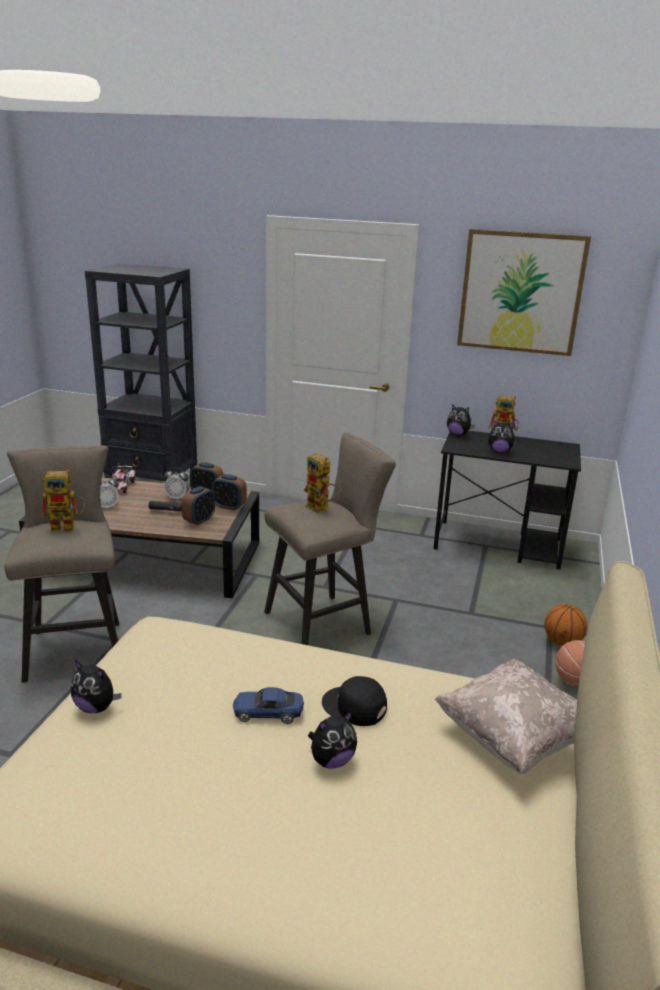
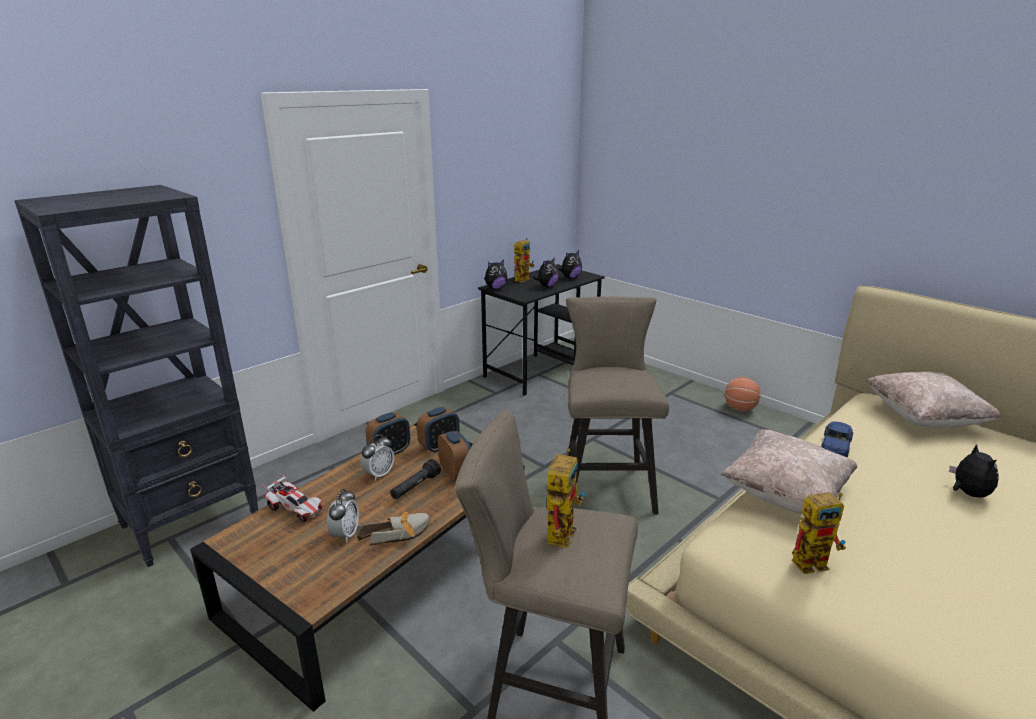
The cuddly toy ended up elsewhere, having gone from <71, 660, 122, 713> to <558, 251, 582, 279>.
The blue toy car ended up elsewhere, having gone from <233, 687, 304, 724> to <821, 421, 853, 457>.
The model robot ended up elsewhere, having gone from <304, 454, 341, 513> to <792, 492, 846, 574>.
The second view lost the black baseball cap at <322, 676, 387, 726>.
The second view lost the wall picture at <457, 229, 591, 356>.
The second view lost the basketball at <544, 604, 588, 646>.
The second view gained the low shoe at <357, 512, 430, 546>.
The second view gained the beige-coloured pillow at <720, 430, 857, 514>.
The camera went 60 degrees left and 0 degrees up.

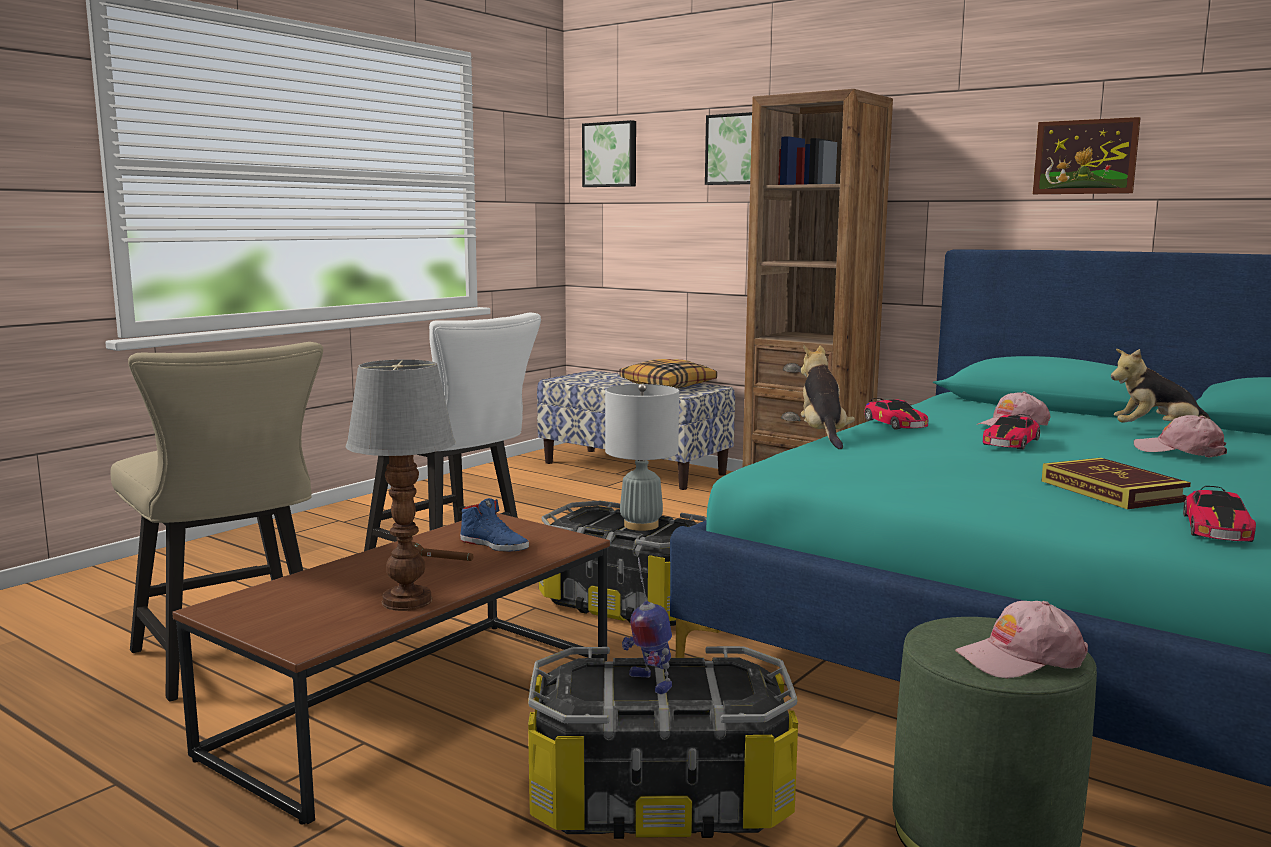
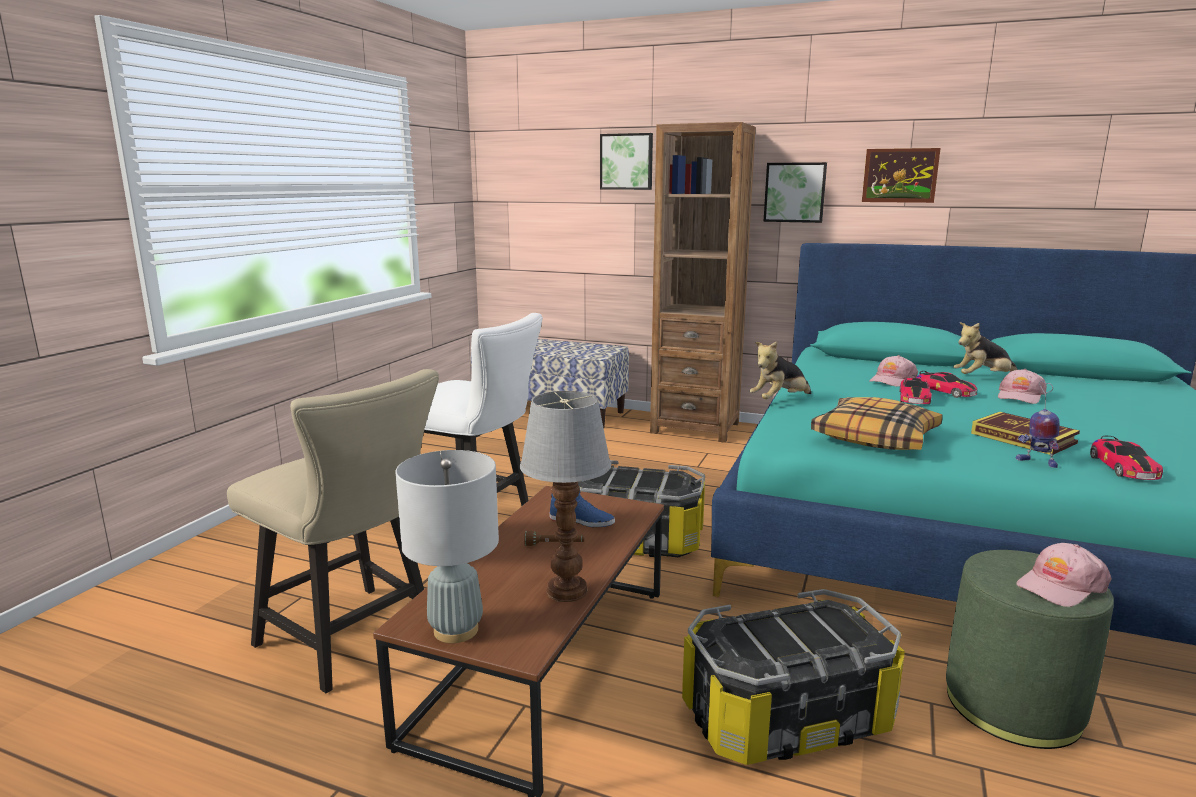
The wall picture ended up elsewhere, having gone from <582, 120, 636, 187> to <763, 162, 827, 223>.
The greyish table lamp ended up elsewhere, having gone from <605, 383, 679, 531> to <395, 450, 499, 643>.
The pillow ended up elsewhere, having gone from <619, 359, 717, 388> to <811, 397, 943, 450>.
The model robot ended up elsewhere, having gone from <622, 557, 672, 694> to <1015, 381, 1060, 468>.
The cuddly toy at <801, 345, 855, 449> ended up facing another way, 105 degrees counterclockwise from before.
The toy car ended up elsewhere, having gone from <864, 398, 928, 430> to <916, 371, 977, 398>.
The pinkish baseball cap at <1134, 415, 1227, 458> ended up facing another way, 75 degrees counterclockwise from before.
The camera went 15 degrees left and 5 degrees up.

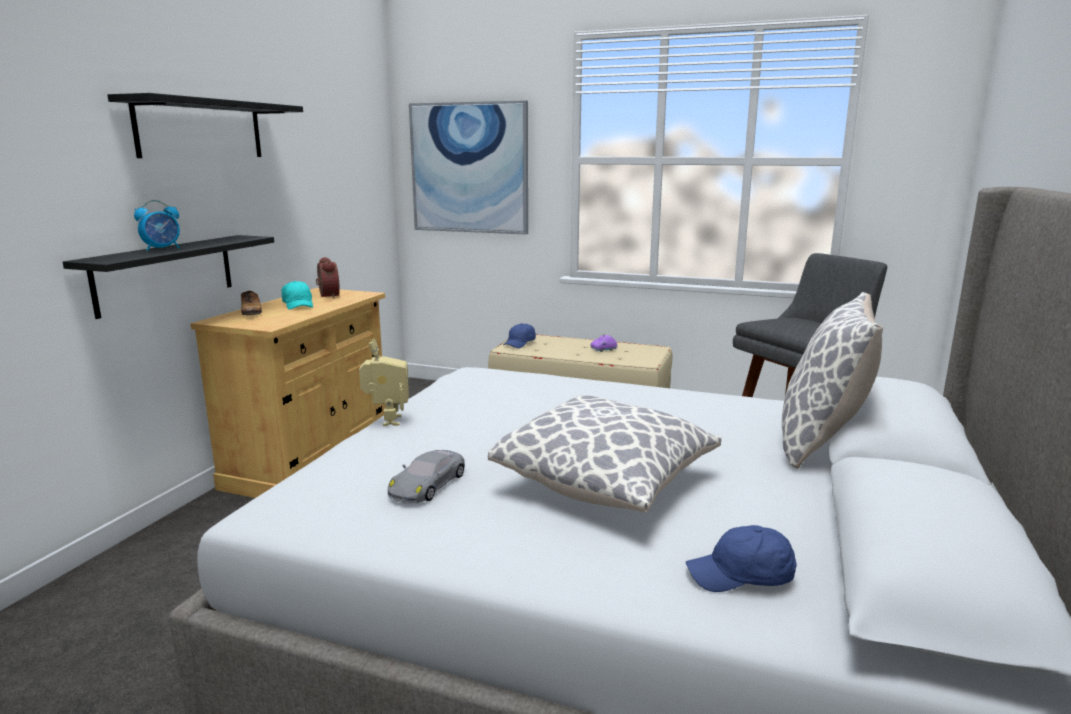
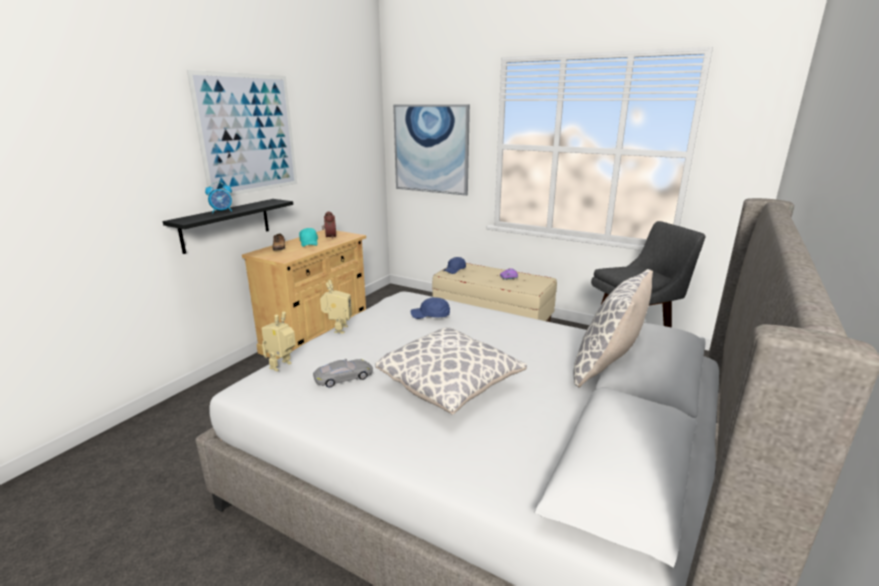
Where the black shelf hung at <108, 93, 303, 158>, the wall picture came to hang at <187, 70, 297, 196>.
The greyish toy car at <388, 450, 465, 503> ended up facing another way, 150 degrees counterclockwise from before.
The blue baseball cap ended up elsewhere, having gone from <686, 525, 797, 592> to <411, 297, 450, 319>.
The second view gained the model robot at <262, 312, 296, 372>.
The camera went 10 degrees right and 5 degrees up.

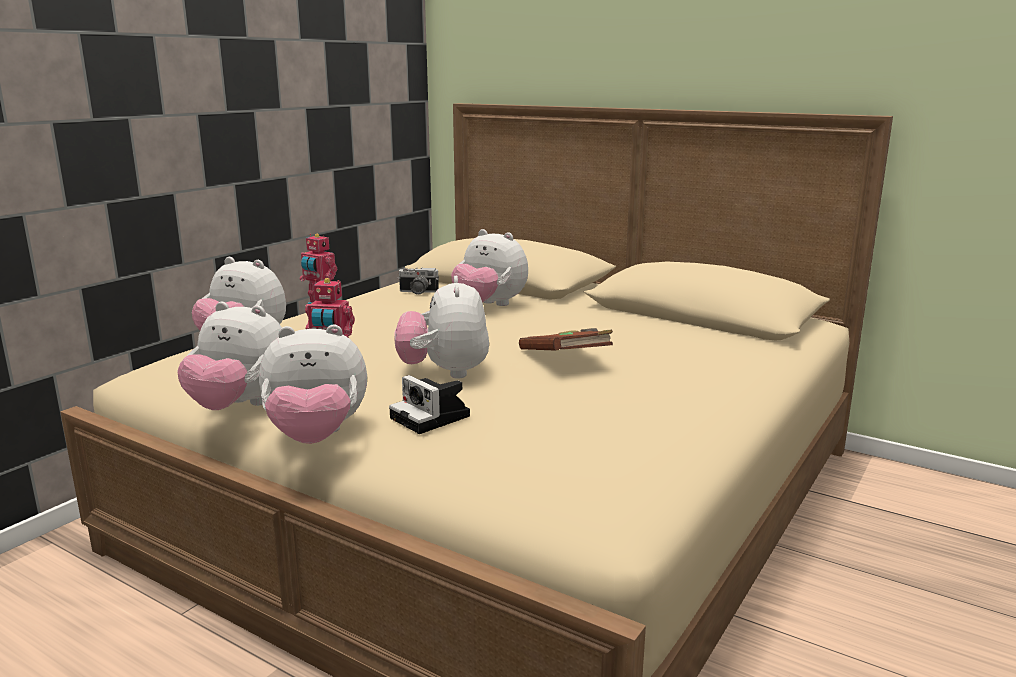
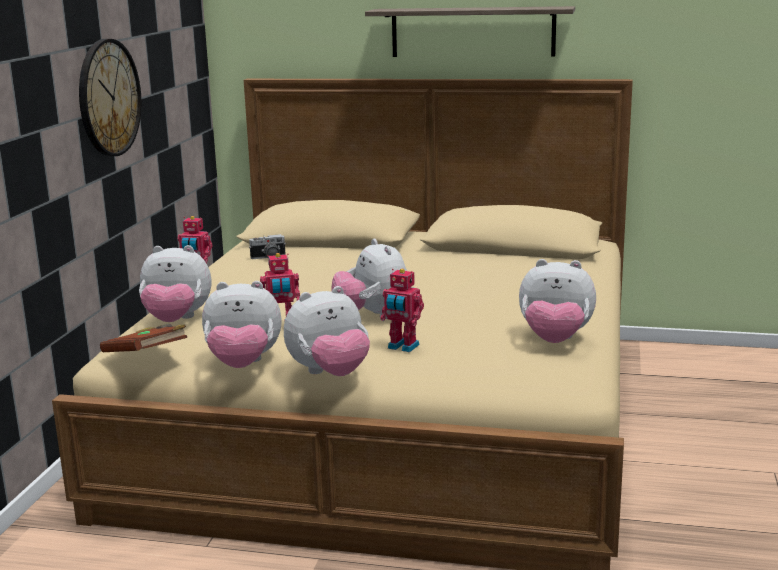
Where the still camera stood at <389, 375, 470, 434>, the model robot came to stand at <380, 269, 424, 352>.
The cuddly toy ended up elsewhere, having gone from <451, 229, 528, 306> to <519, 259, 596, 343>.
The brown book ended up elsewhere, having gone from <519, 328, 613, 351> to <100, 324, 187, 352>.
The second view gained the wall clock at <79, 39, 141, 156>.
The second view gained the shelf at <365, 6, 575, 57>.
The camera went 20 degrees left and 0 degrees up.

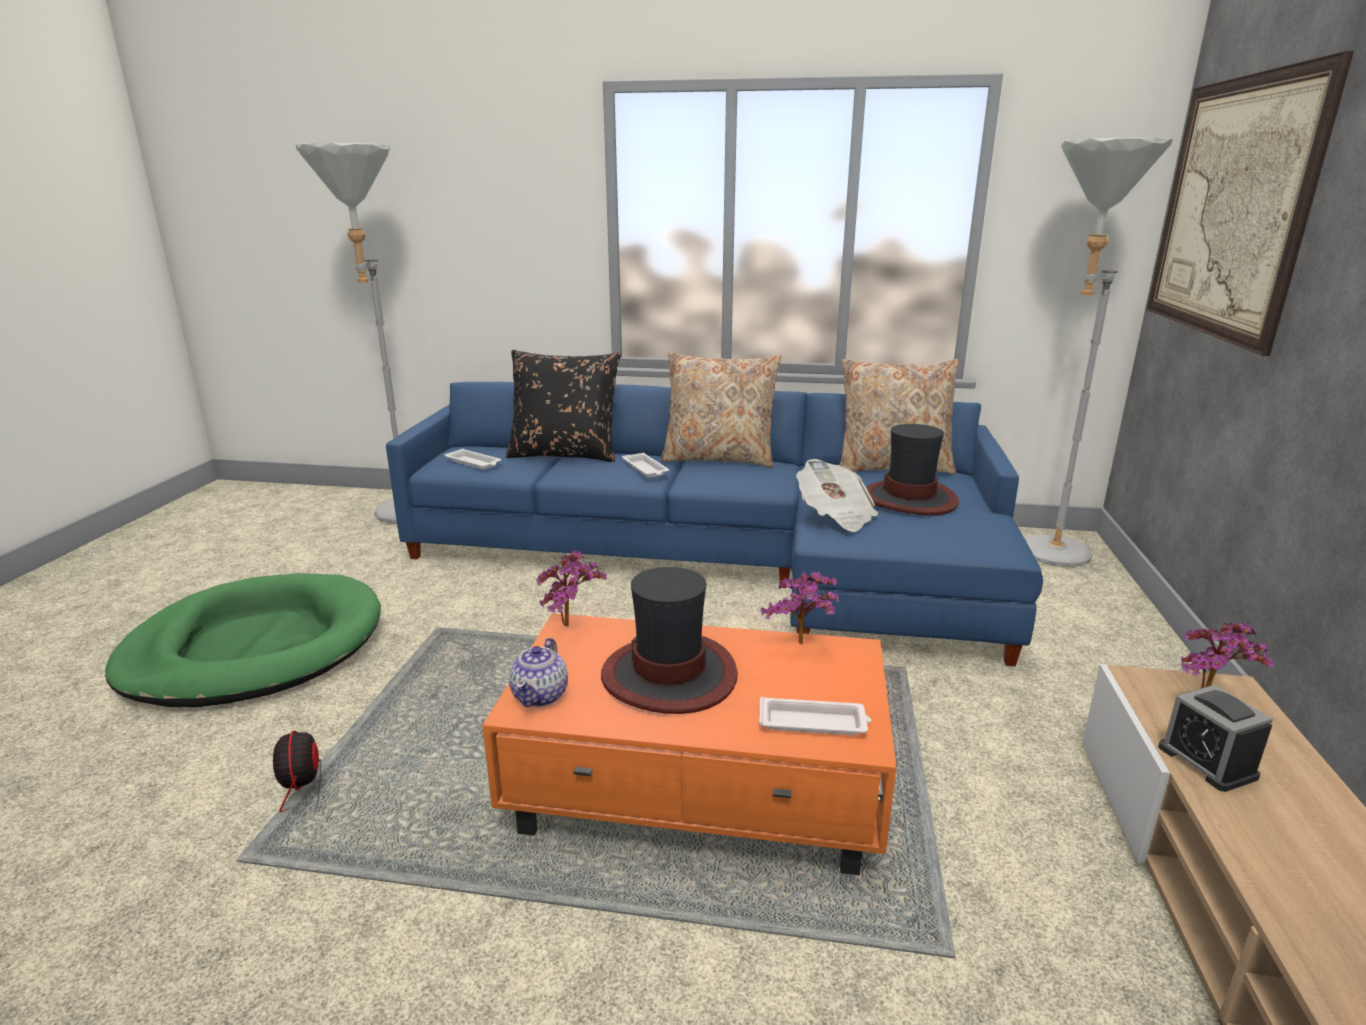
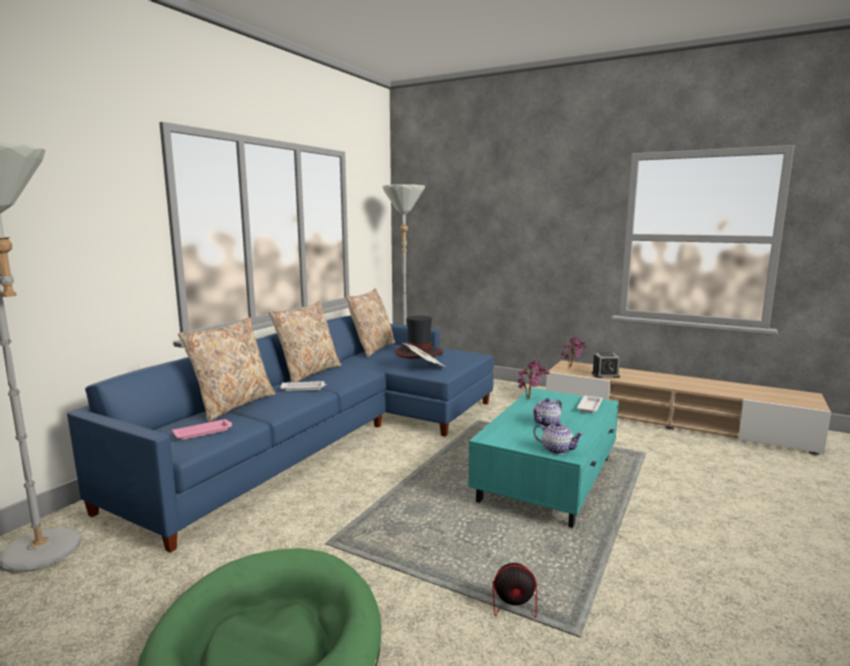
What was the white carrying tray at <444, 448, 502, 470> turned into the pinkish carrying tray at <172, 419, 232, 440>.
What was the orange lounge table at <482, 613, 896, 875> turned into the turquoise lounge table at <468, 388, 619, 528>.
What was the black pillow at <506, 350, 621, 462> turned into the beige-coloured pillow at <178, 317, 276, 422>.
The second view lost the plant in a pot at <536, 550, 607, 626>.
Where the wearable hat stood at <601, 567, 738, 714>, the pot for tea came to stand at <532, 398, 562, 427>.
The second view lost the wall picture at <1147, 51, 1354, 356>.
The camera went 70 degrees left and 10 degrees down.

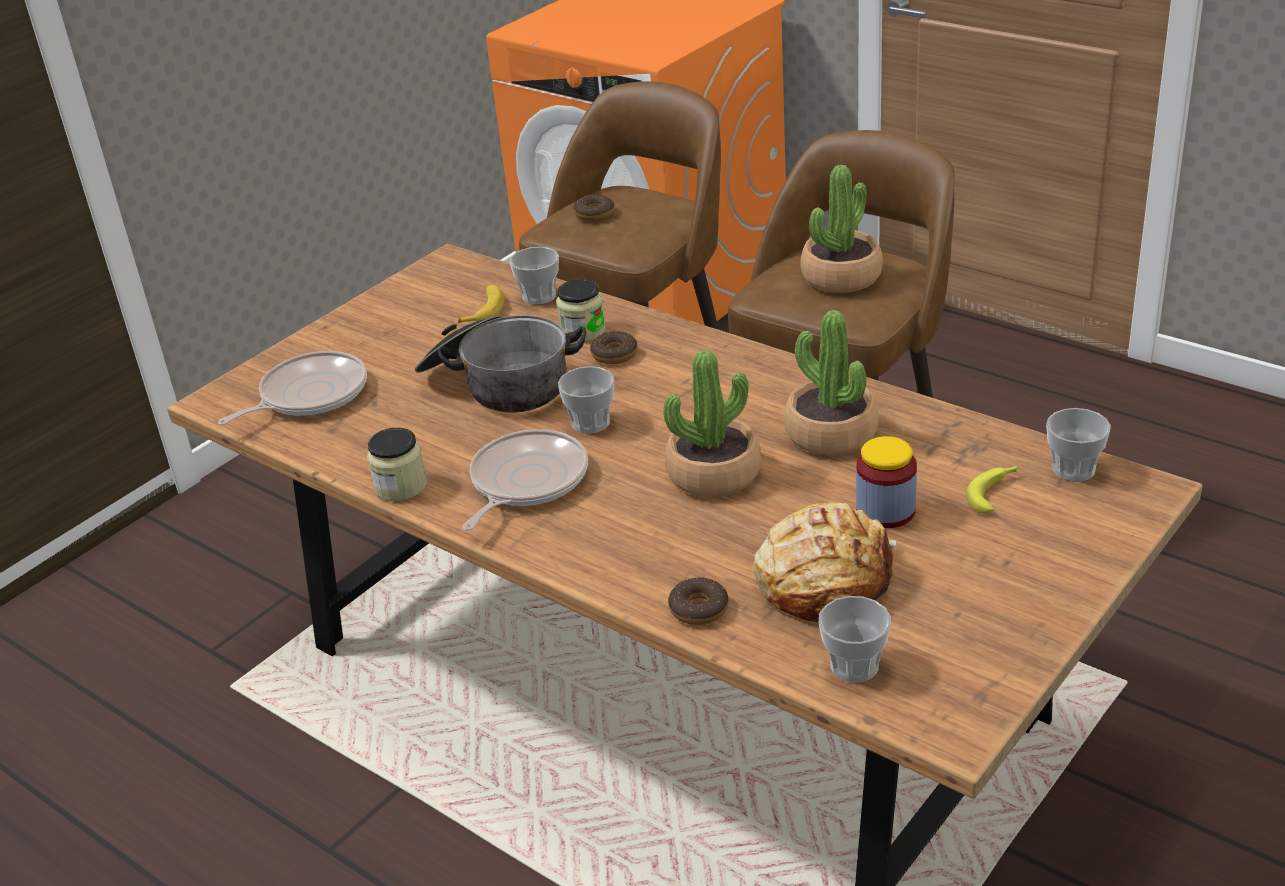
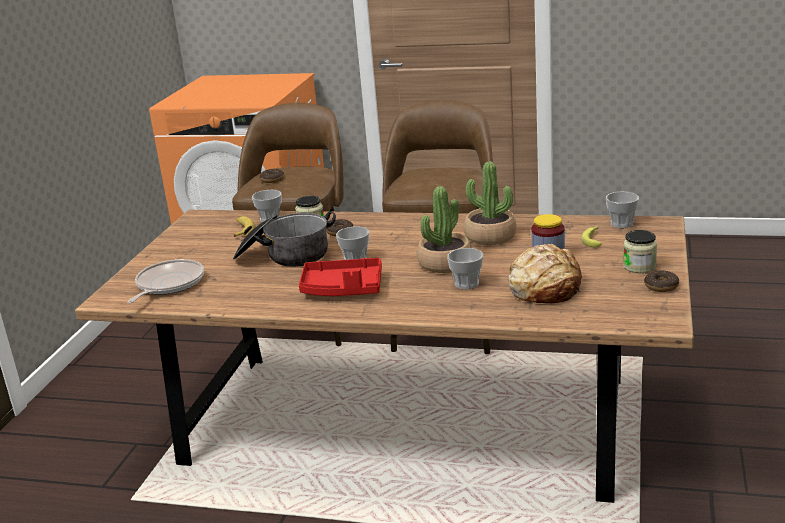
The jar ended up elsewhere, having gone from <367, 428, 427, 501> to <623, 230, 657, 273>.
Where the skillet stood at <463, 429, 588, 531>, the reddish carrying tray came to stand at <299, 258, 382, 296>.
The doughnut ended up elsewhere, having gone from <668, 578, 728, 625> to <644, 270, 679, 292>.
The second view lost the plant in a pot at <800, 165, 883, 293>.
The cup ended up elsewhere, having gone from <819, 596, 891, 683> to <447, 248, 483, 289>.
The camera went 25 degrees left and 10 degrees down.

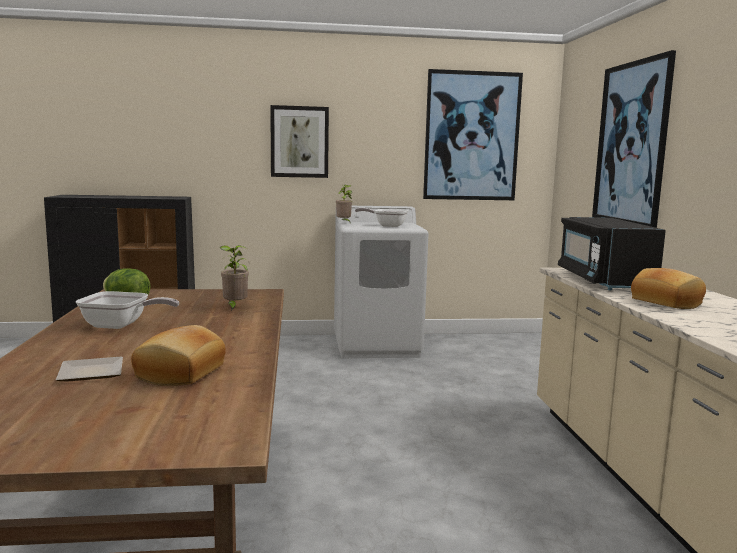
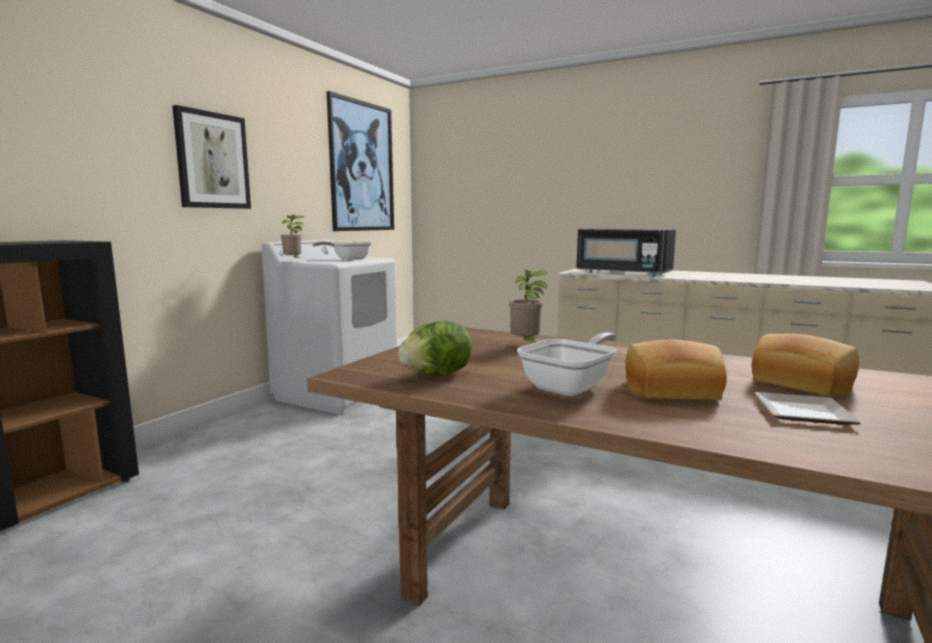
The second view lost the wall picture at <592, 50, 676, 228>.
The bakery bread ended up elsewhere, having gone from <631, 268, 706, 309> to <625, 340, 727, 400>.
The camera went 55 degrees left and 0 degrees up.

